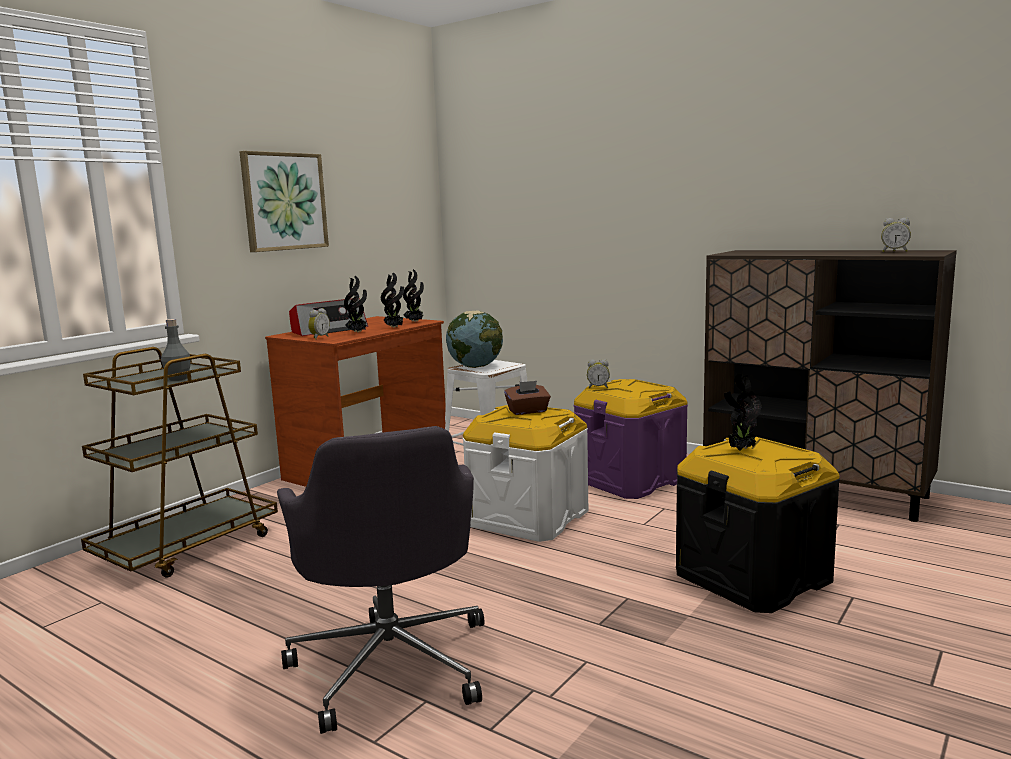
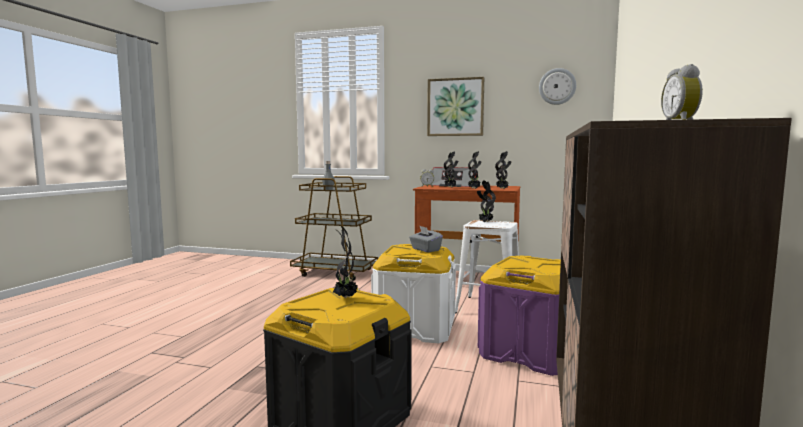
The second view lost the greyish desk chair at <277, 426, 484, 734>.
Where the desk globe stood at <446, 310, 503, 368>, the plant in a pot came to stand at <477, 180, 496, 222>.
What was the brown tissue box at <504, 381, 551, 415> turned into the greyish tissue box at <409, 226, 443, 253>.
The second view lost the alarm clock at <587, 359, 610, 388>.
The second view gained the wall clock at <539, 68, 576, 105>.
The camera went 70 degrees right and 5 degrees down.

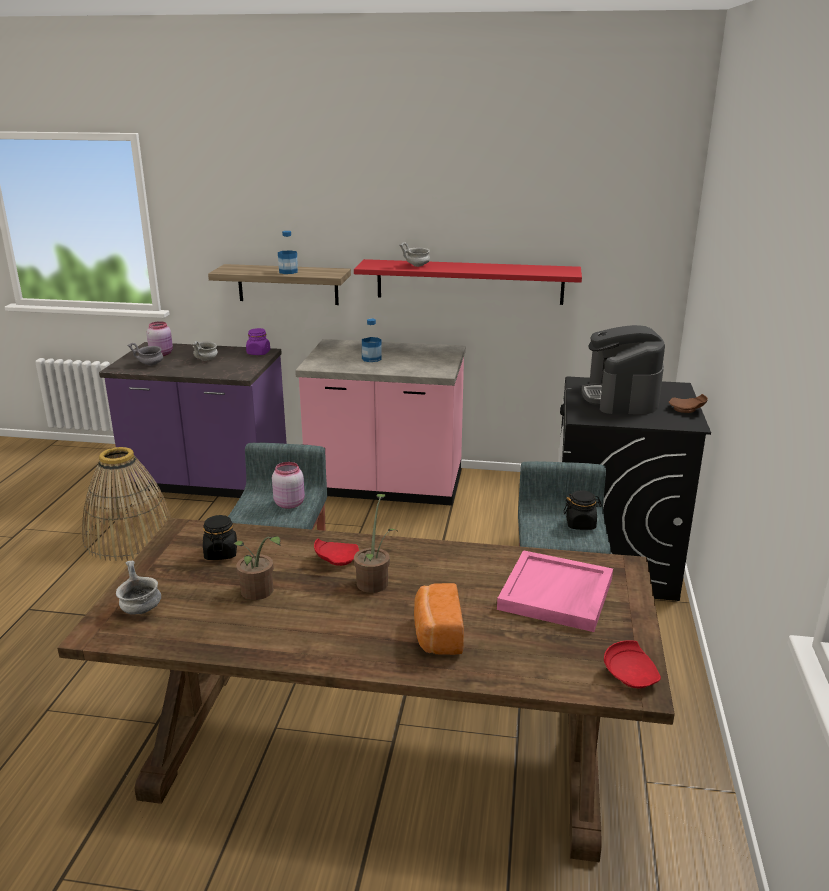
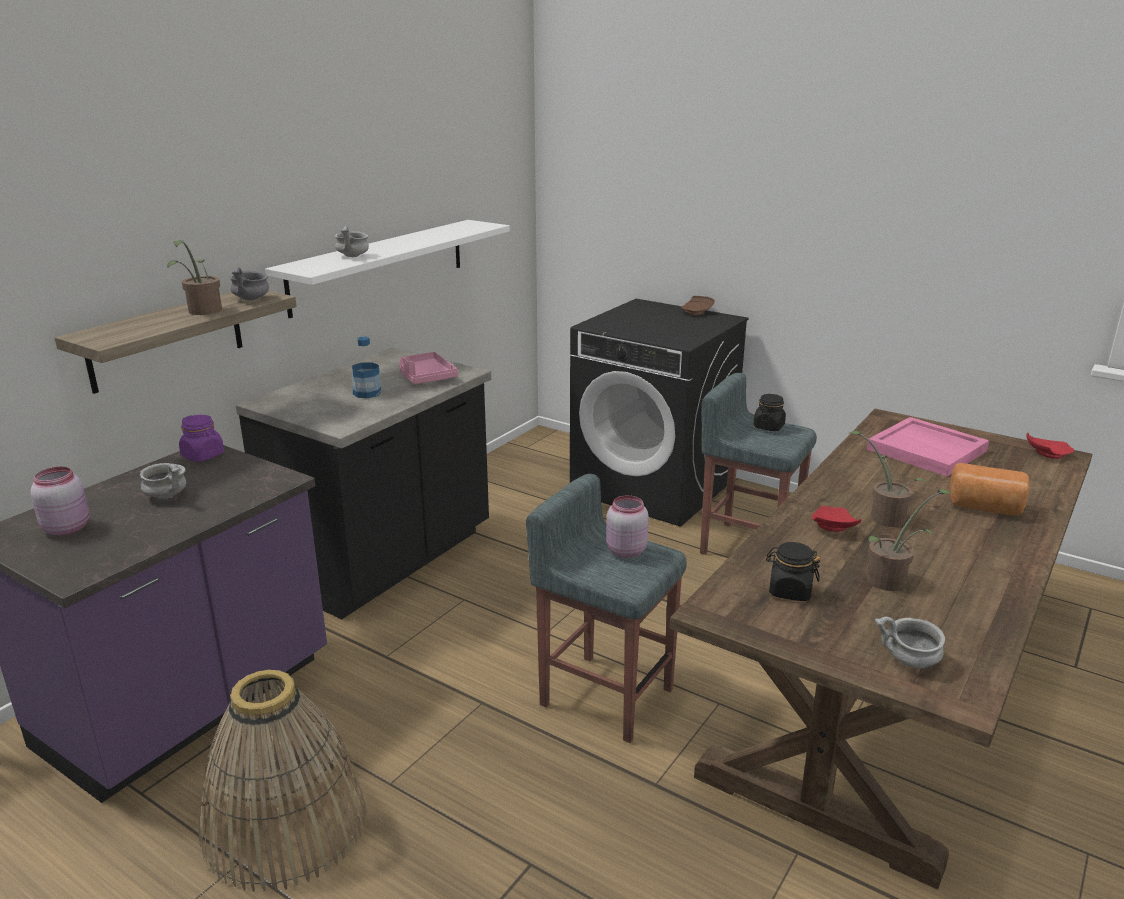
The greyish bowl ended up elsewhere, having gone from <128, 343, 163, 366> to <229, 267, 269, 300>.
Where the drink bottle stood at <278, 231, 298, 274>, the plant in a pot came to stand at <168, 240, 222, 315>.
What was the pinkish kitchen counter at <295, 339, 466, 506> turned into the black kitchen counter at <236, 348, 491, 619>.
What was the reddish shelf at <354, 259, 582, 305> turned into the white shelf at <265, 220, 510, 318>.
The second view lost the coffee machine at <581, 325, 665, 414>.
The second view gained the pinkish carrying tray at <399, 352, 458, 384>.
The camera went 65 degrees left and 0 degrees up.

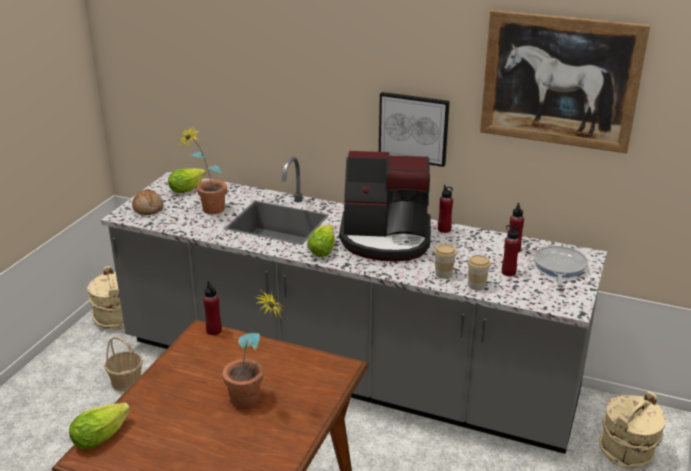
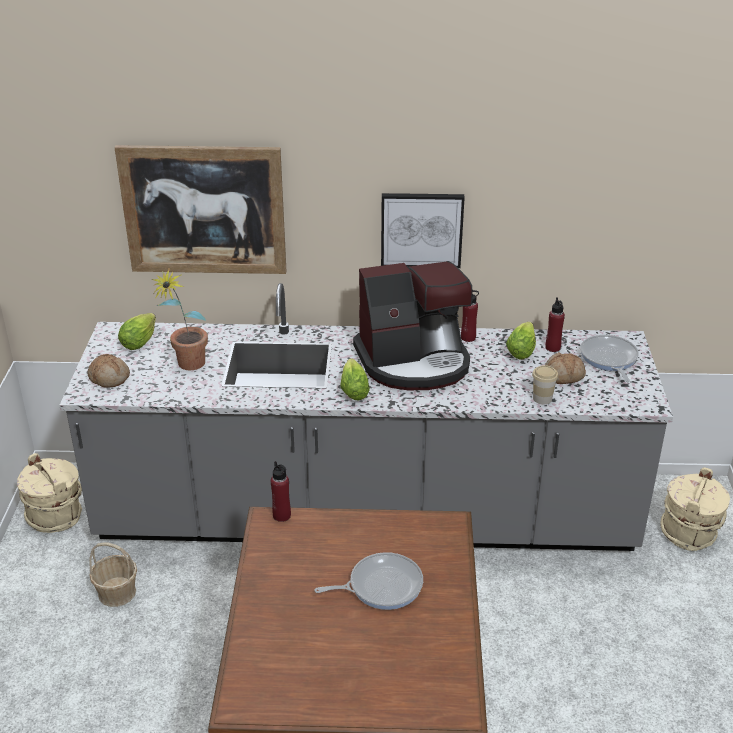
The lettuce ended up elsewhere, having gone from <69, 403, 130, 449> to <506, 322, 536, 359>.
Where the plant in a pot stood at <222, 289, 284, 409>, the skillet came to stand at <315, 552, 423, 610>.
The second view lost the cup at <434, 244, 457, 279>.
The wall picture ended up elsewhere, having gone from <480, 10, 650, 154> to <115, 145, 286, 274>.
Where the reddish drink bottle stood at <502, 225, 520, 276>, the bakery bread came to stand at <545, 352, 586, 384>.
The camera went 20 degrees left and 5 degrees up.

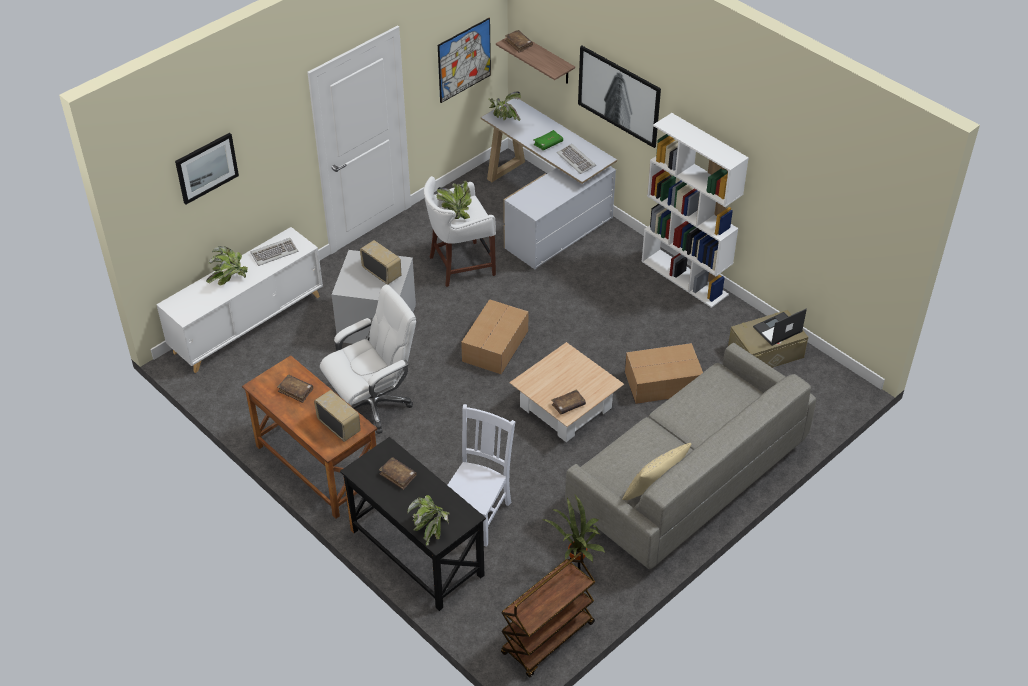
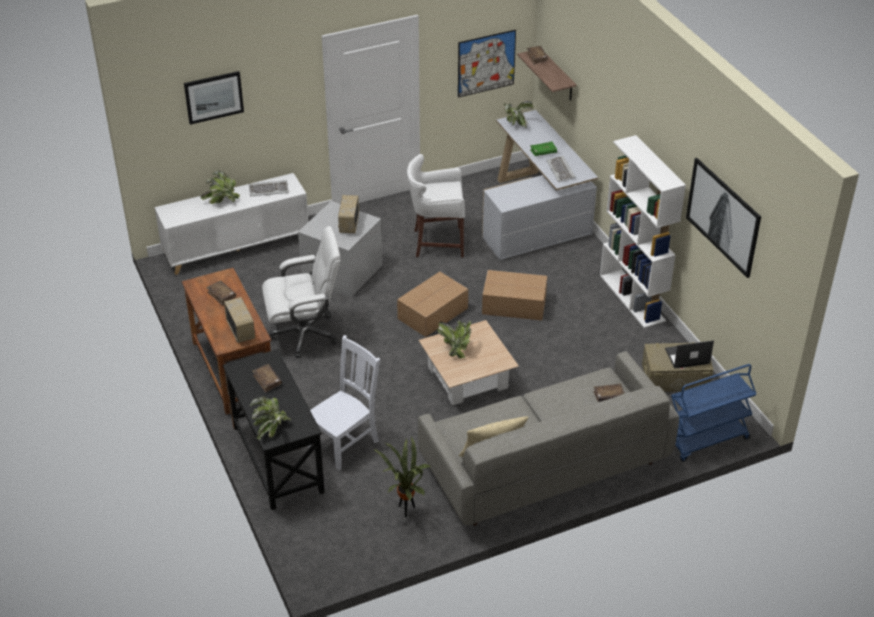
The radio at <360, 240, 401, 285> ended up facing another way, 150 degrees counterclockwise from before.
The plant in a pot ended up elsewhere, having gone from <437, 181, 472, 219> to <437, 321, 472, 358>.
The second view lost the brown wheeled cart at <501, 552, 595, 678>.
The brown book ended up elsewhere, having gone from <552, 389, 586, 414> to <593, 383, 625, 402>.
The wall picture ended up elsewhere, having gone from <578, 46, 661, 148> to <686, 158, 761, 278>.
The packing box ended up elsewhere, having gone from <625, 343, 703, 404> to <482, 270, 547, 320>.
The second view gained the blue wheeled cart at <671, 364, 756, 462>.
The camera went 20 degrees right and 5 degrees down.

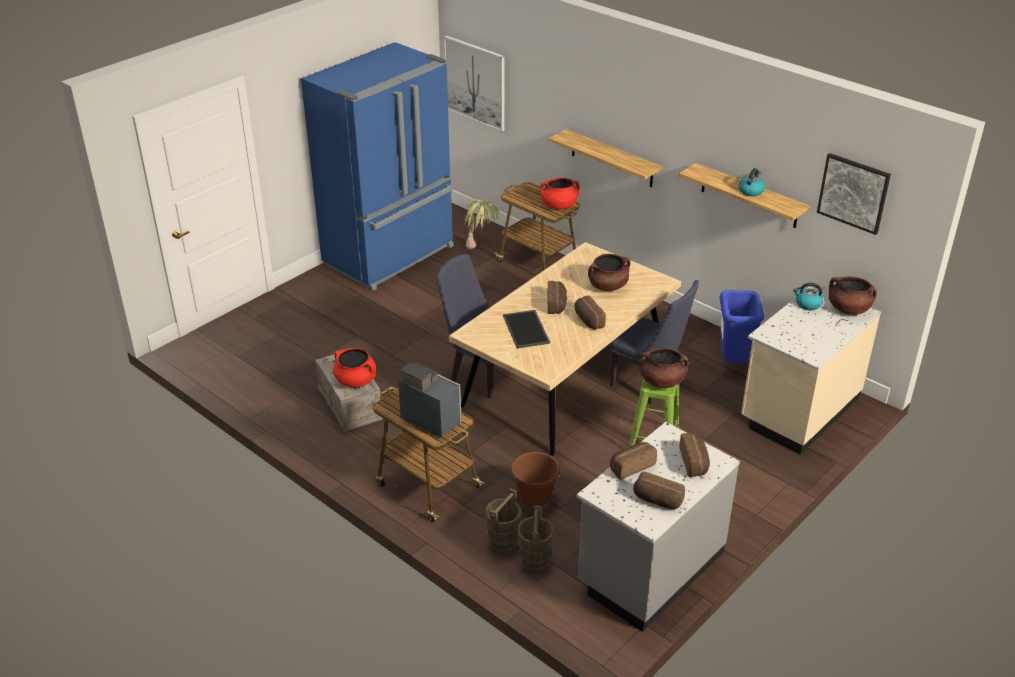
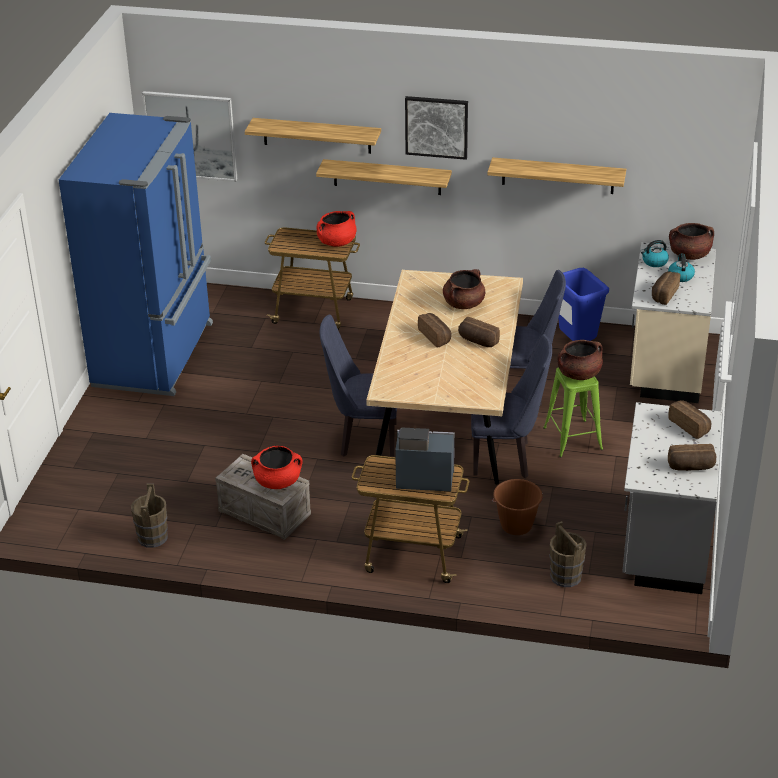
The second view lost the plant in a pot at <464, 199, 501, 249>.
The brown bucket ended up elsewhere, having gone from <485, 488, 521, 553> to <131, 483, 168, 548>.
The second view lost the carrying tray at <503, 310, 550, 348>.
The bakery bread ended up elsewhere, having gone from <610, 442, 657, 480> to <652, 271, 680, 305>.
The kettle ended up elsewhere, having gone from <739, 168, 765, 197> to <668, 253, 695, 282>.
The wall picture ended up elsewhere, having gone from <817, 153, 891, 235> to <405, 96, 468, 160>.
The second view gained the shelf at <245, 118, 381, 154>.
The second view gained the blue upright chair at <471, 334, 552, 478>.
The camera went 30 degrees left and 0 degrees up.

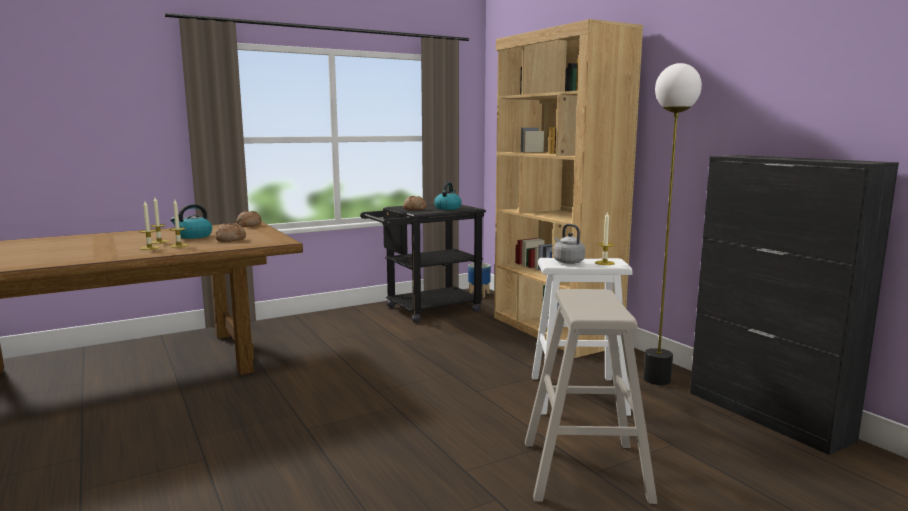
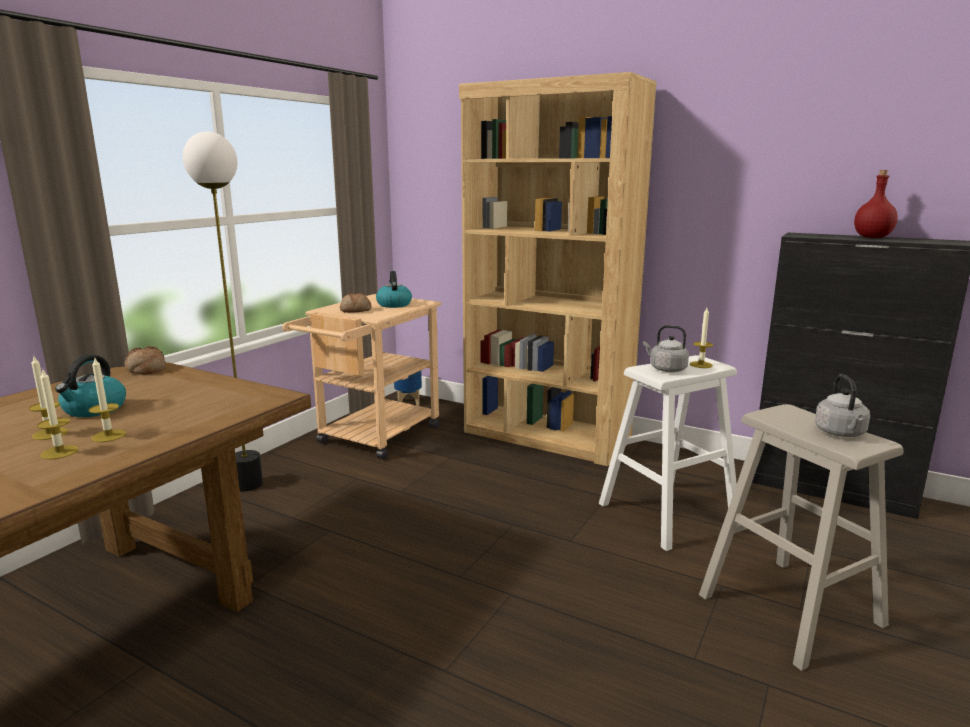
The second view lost the bakery bread at <216, 223, 246, 242>.
What was the black wheeled cart at <360, 204, 486, 323> turned into the beige-coloured wheeled cart at <282, 294, 442, 460>.
The floor lamp ended up elsewhere, having gone from <643, 63, 702, 385> to <183, 131, 263, 491>.
The second view gained the greyish kettle at <815, 374, 870, 437>.
The second view gained the reddish drink bottle at <854, 170, 898, 238>.
The camera went 30 degrees left and 5 degrees up.

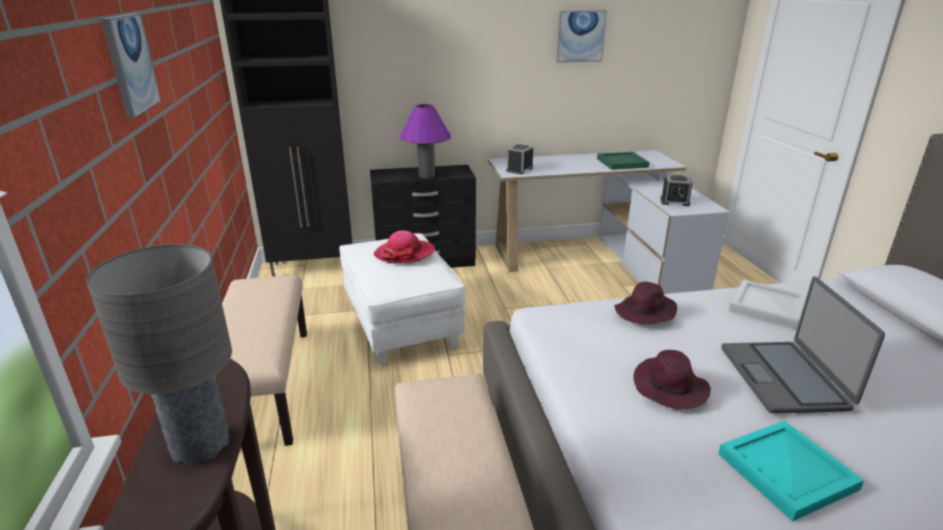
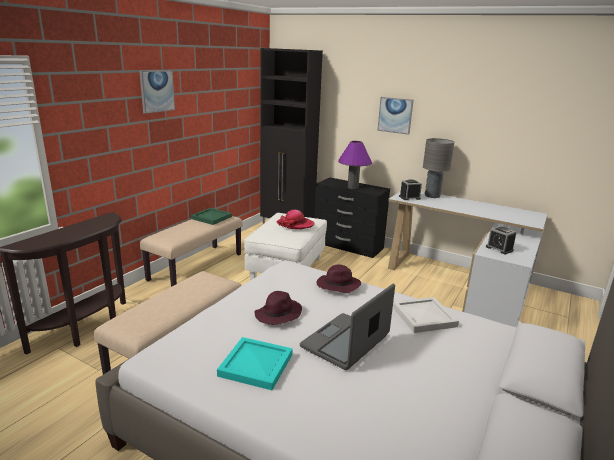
The greyish table lamp ended up elsewhere, having gone from <86, 244, 232, 466> to <423, 138, 454, 198>.
The wall picture ended up elsewhere, having gone from <556, 10, 607, 63> to <377, 97, 414, 135>.
The greenish carrying tray ended up elsewhere, having gone from <597, 152, 649, 170> to <191, 208, 232, 225>.
The camera went 40 degrees right and 5 degrees down.

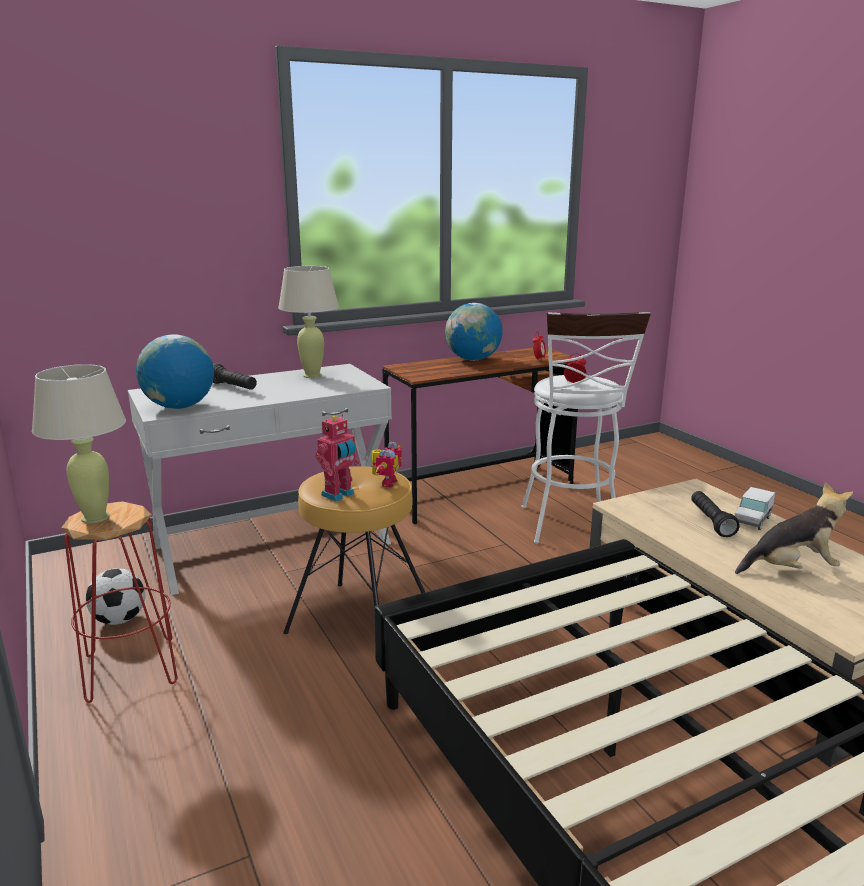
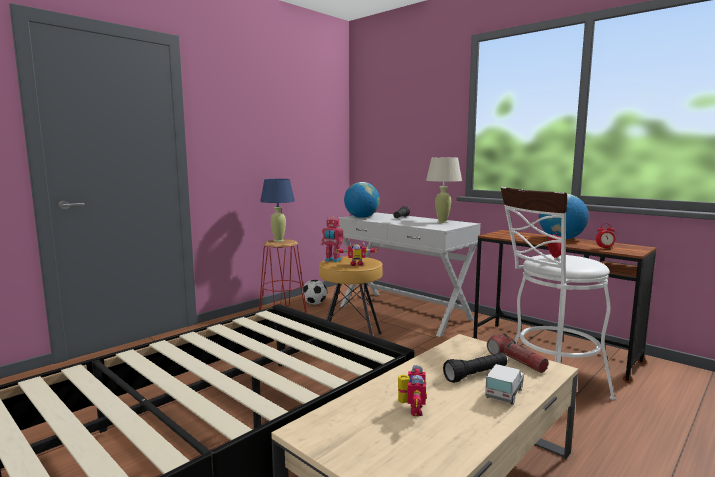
What was the beige-coloured table lamp at <32, 364, 126, 523> turned into the blue table lamp at <260, 179, 295, 242>.
Where the cuddly toy stood at <735, 482, 853, 574>, the model robot came to stand at <398, 365, 427, 417>.
The model truck at <735, 487, 775, 530> ended up facing another way, 105 degrees clockwise from before.
The second view gained the hand torch at <487, 333, 549, 373>.
The camera went 70 degrees right and 10 degrees down.

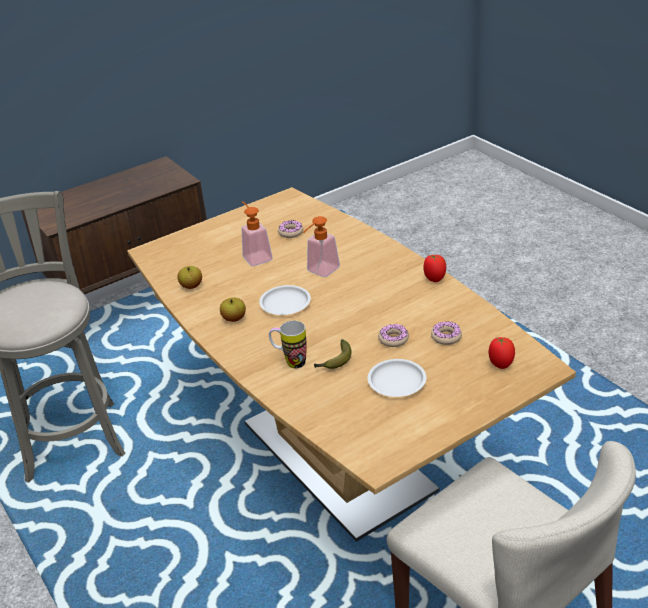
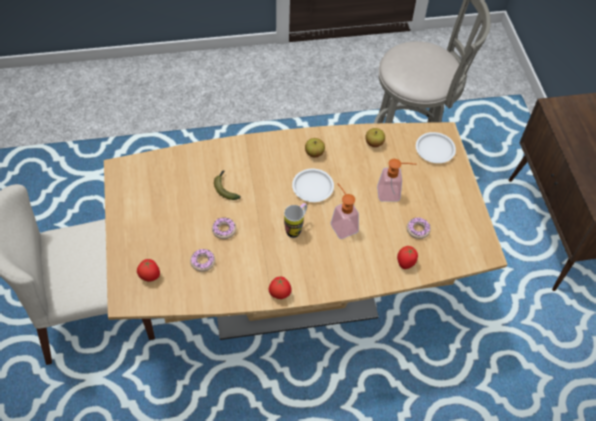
The mug ended up elsewhere, having gone from <269, 320, 307, 368> to <284, 203, 307, 238>.
The white dinner plate ended up elsewhere, having gone from <367, 359, 426, 397> to <416, 132, 456, 163>.
The second view gained the tomato at <397, 246, 418, 269>.
The camera went 110 degrees right and 20 degrees up.

